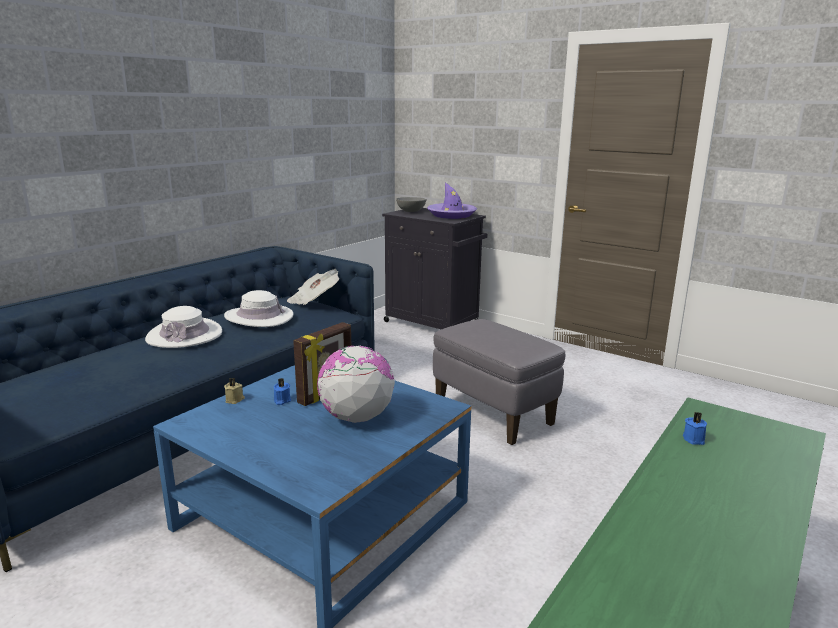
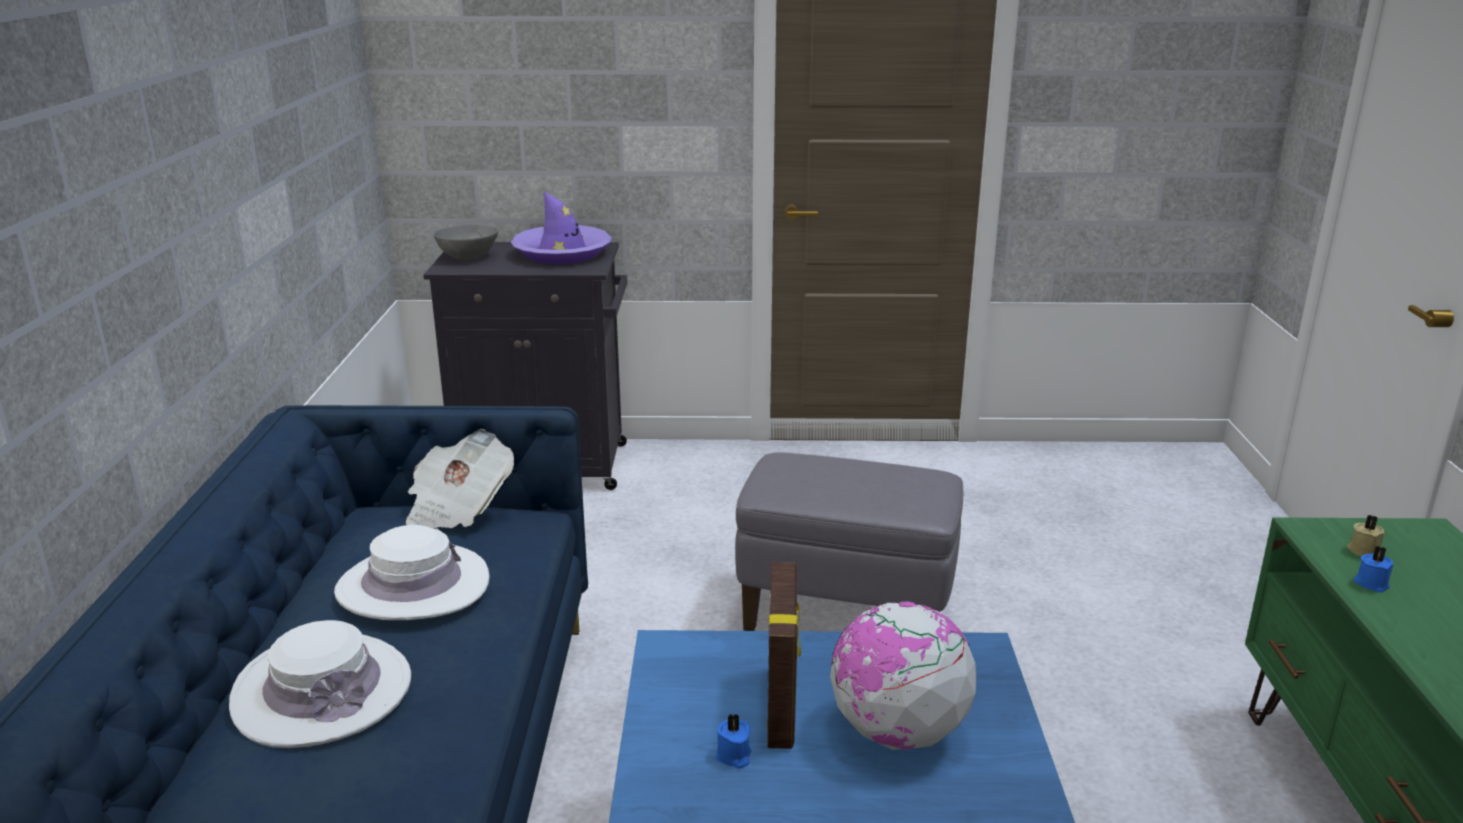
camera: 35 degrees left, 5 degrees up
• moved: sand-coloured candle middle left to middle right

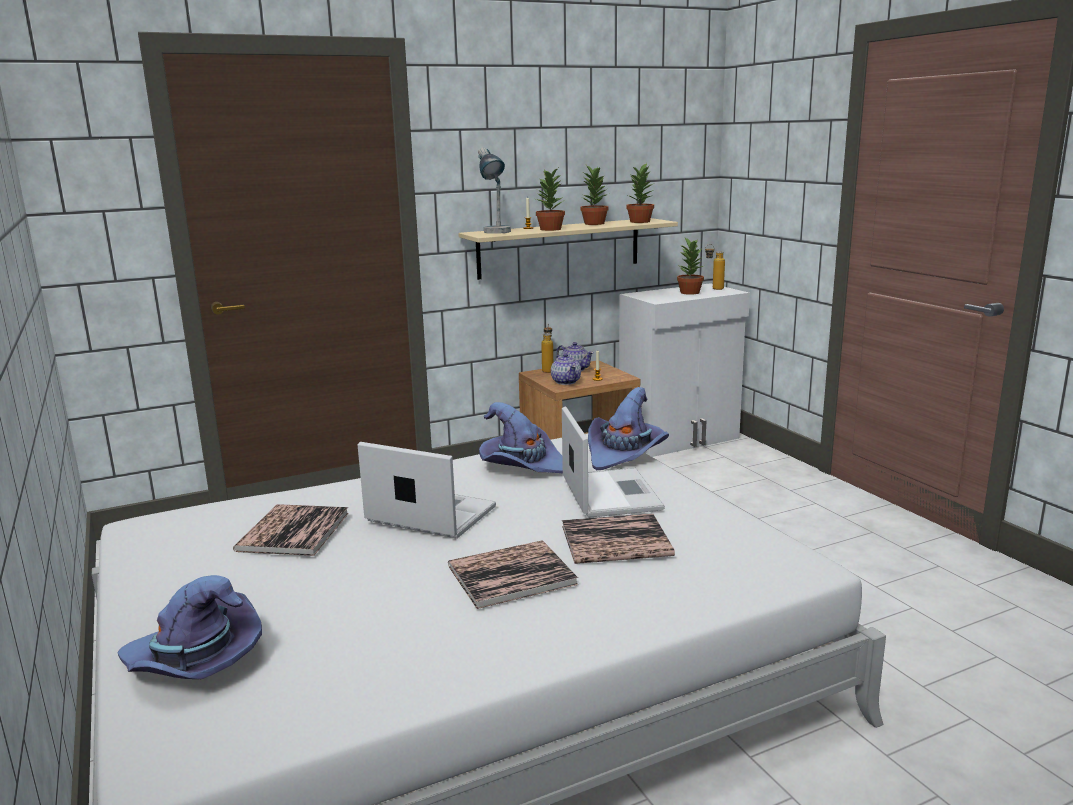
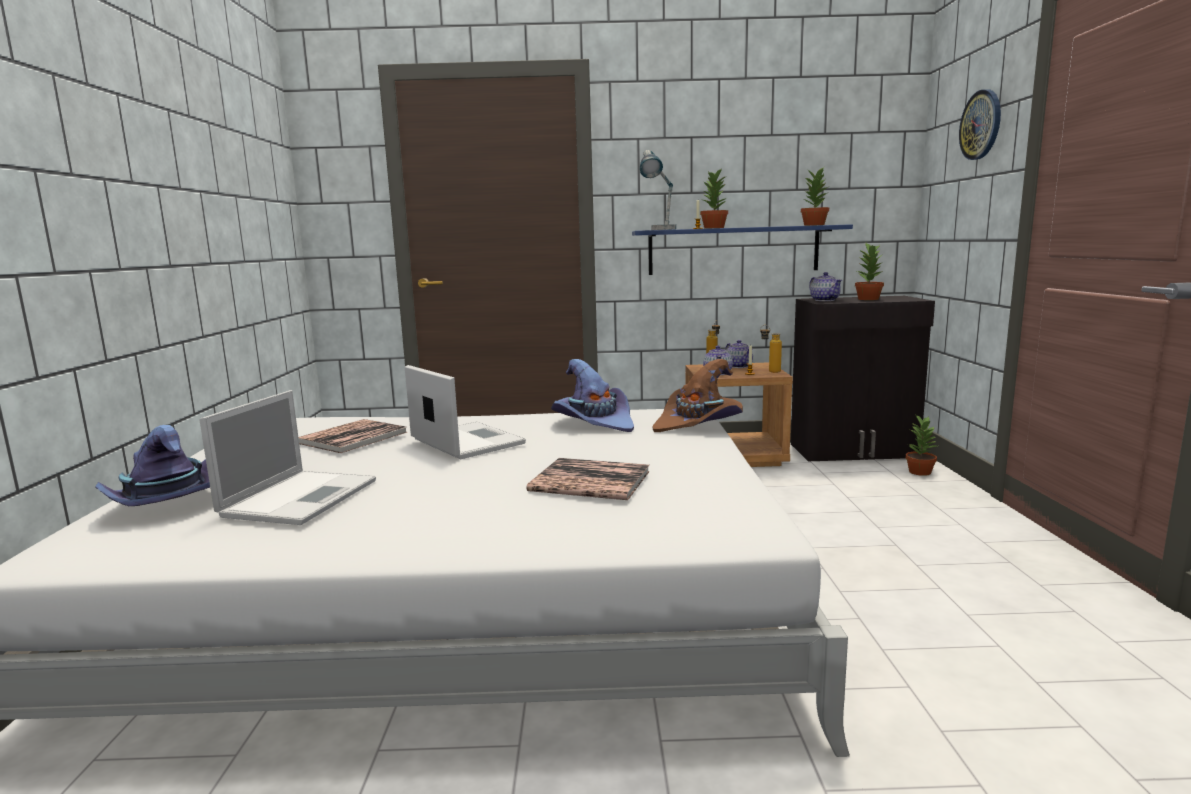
camera: 25 degrees right, 5 degrees down
• removed: volume (2nd from left) bottom centre
• recoloured: sand-coloured bracket shelf top centre to bluish bracket shelf top centre
• moved: laptop (2nd from left in the first image) centre to laptop (1st from left) middle left
• moved: potted plant (2nd from left in the first image) top centre to potted plant (4th from left) middle right
• recoloured: purple-coloured wearable hat (3rd from left) centre to brown wearable hat centre
• recoloured: white cabinet centre to black cabinet middle right
• moved: beverage bottle (2nd from left) top centre to centre
• added: tea pot (3rd from left) middle right
• added: hanging clock top right

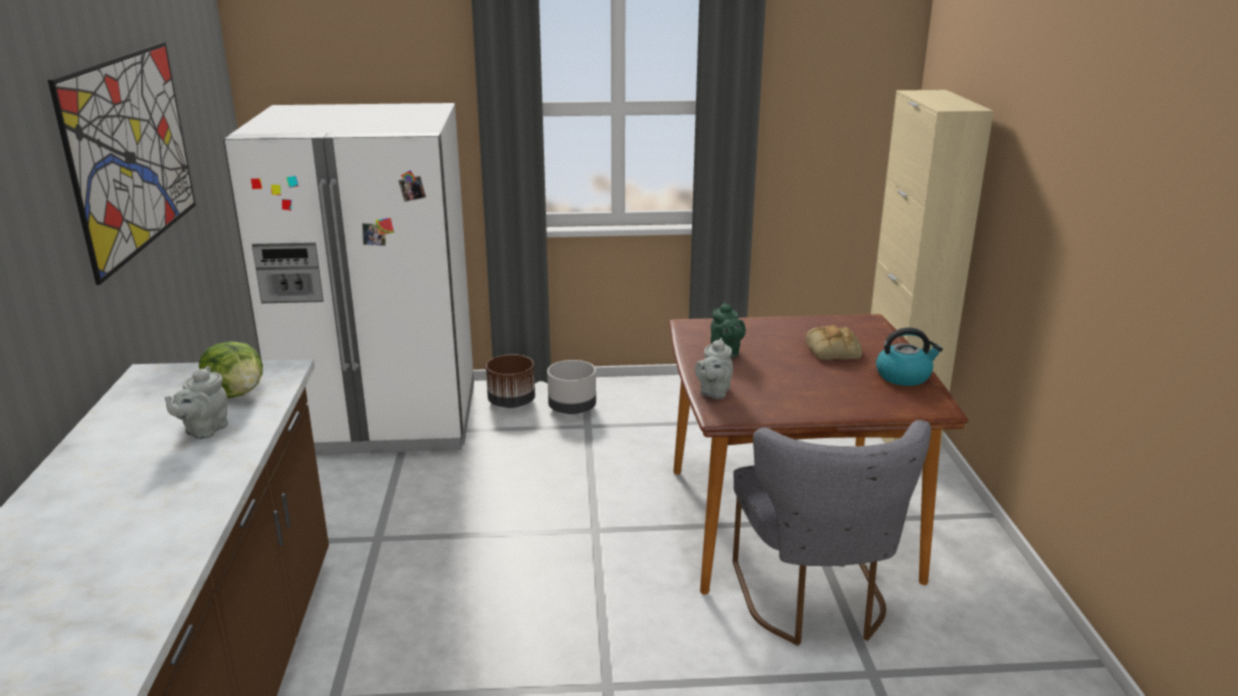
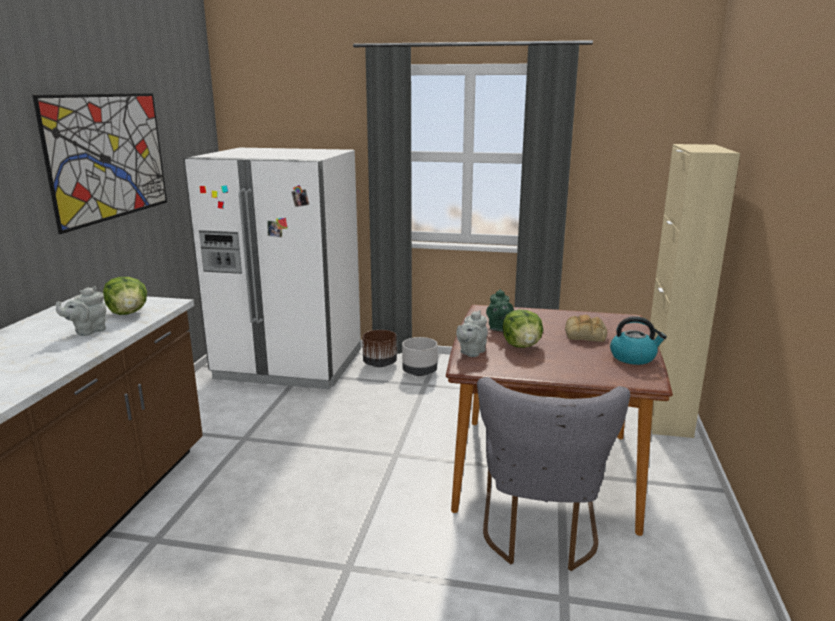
camera: 15 degrees right, 5 degrees down
• added: lettuce head (2nd from left) centre

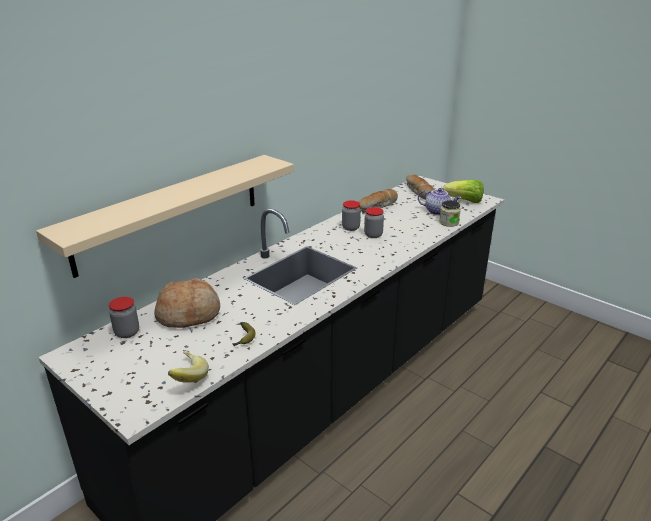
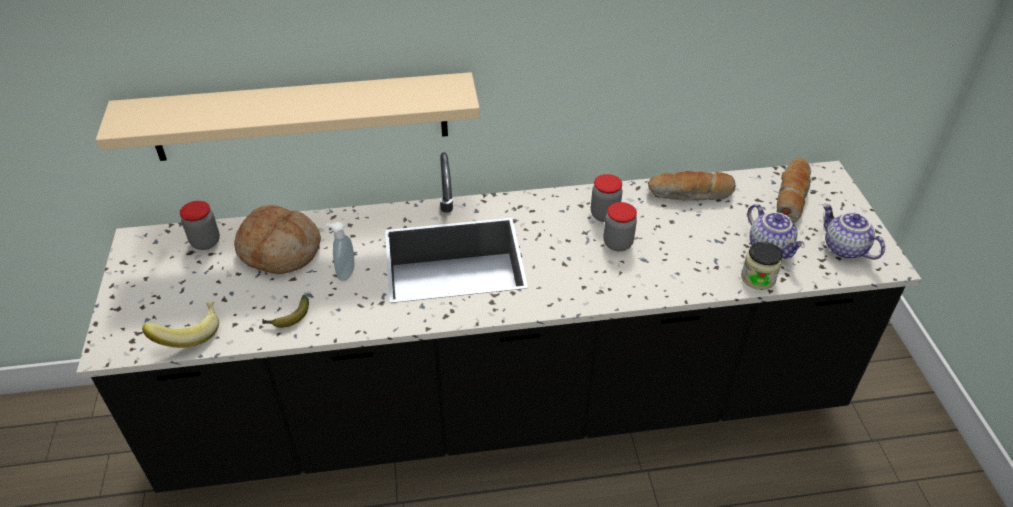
camera: 40 degrees right, 15 degrees up
• replaced: lettuce head middle right to tea pot (2nd from left) middle right
• added: liquid soap bottle centre

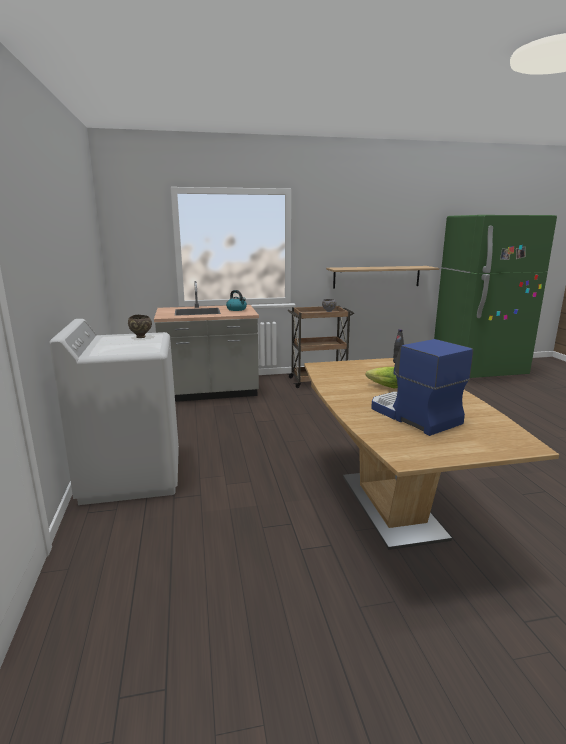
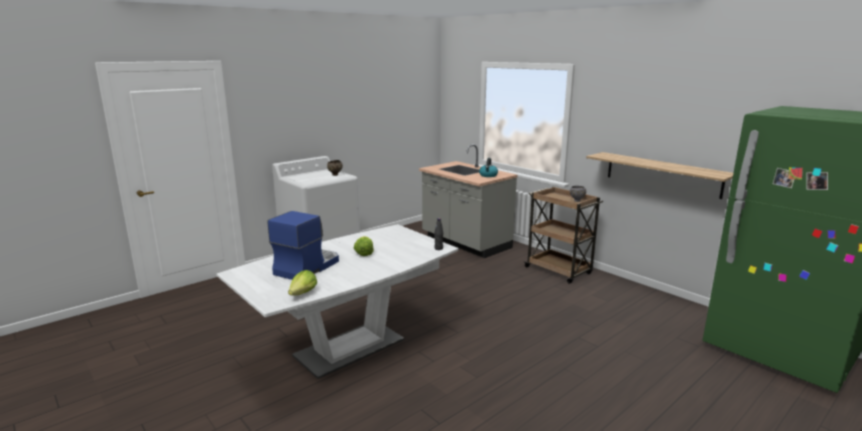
camera: 60 degrees right, 0 degrees up
• recoloured: brown dining table middle right to white dining table bottom centre
• added: lettuce head (1st from left) centre

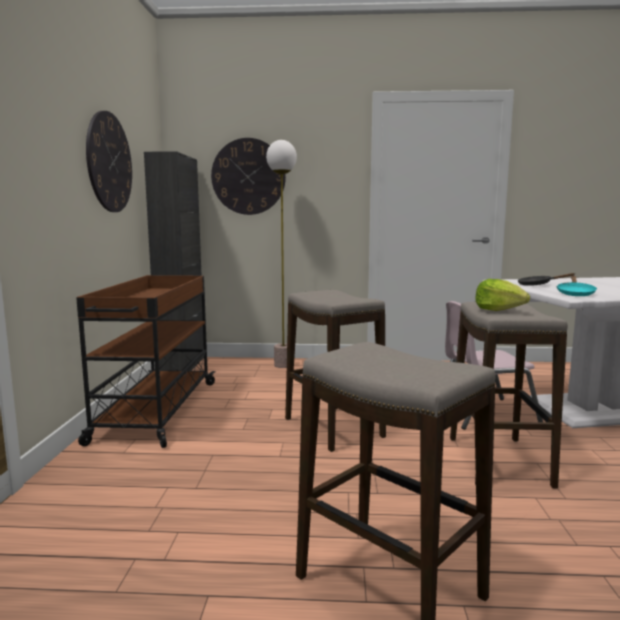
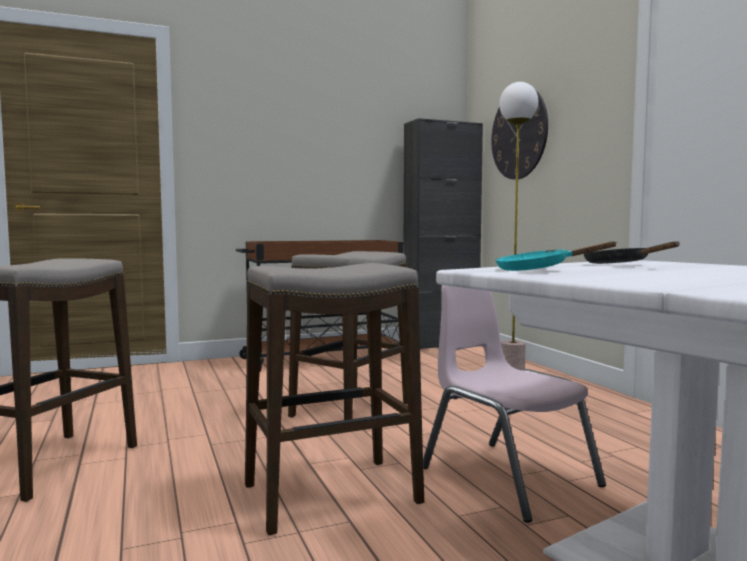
camera: 65 degrees right, 5 degrees down
• removed: hanging clock (1st from left) top left
• removed: lettuce head middle right

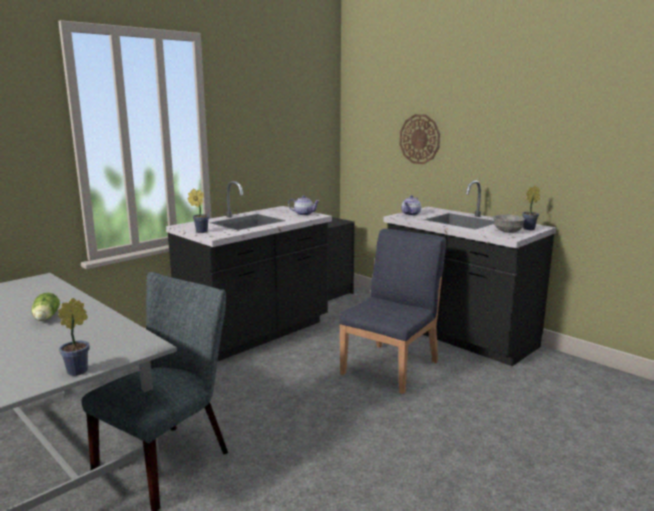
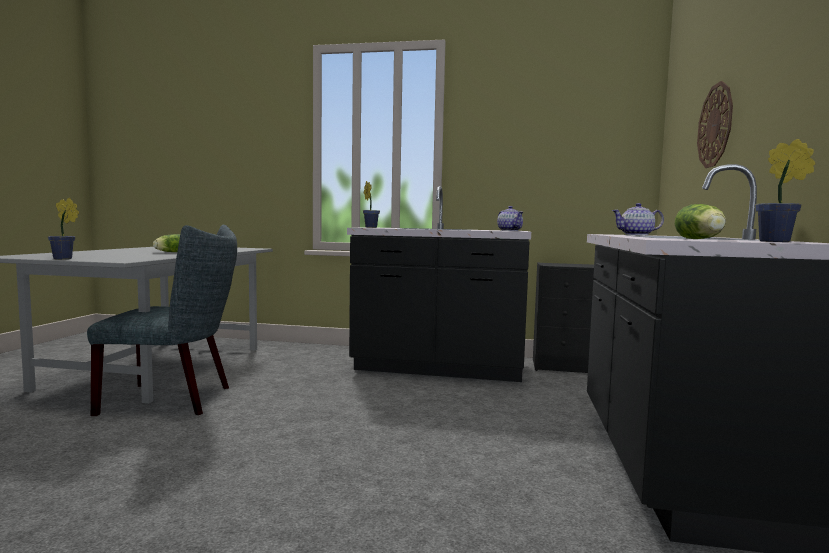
camera: 55 degrees right, 10 degrees down
• removed: bluish plain chair centre
• replaced: gray bowl middle right to lettuce head (2nd from left) middle right

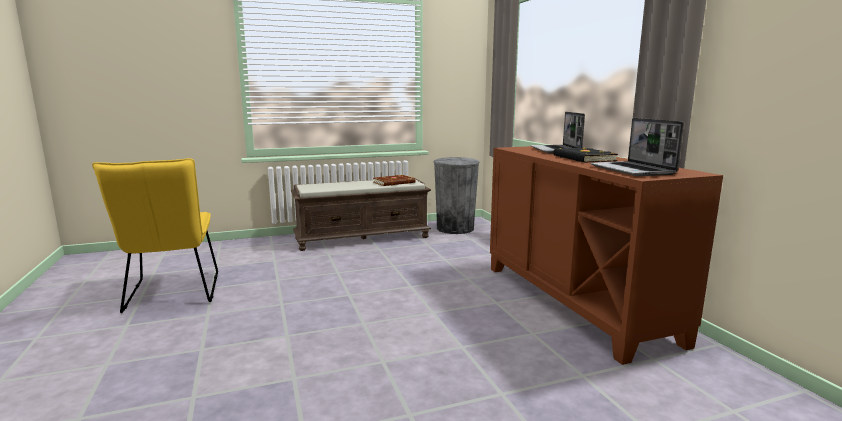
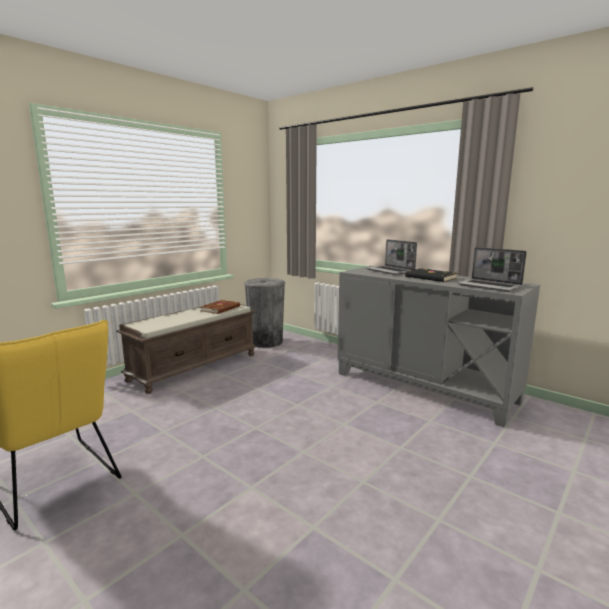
camera: 30 degrees left, 0 degrees up
• recoloured: brown cabinet middle right to gray cabinet middle right

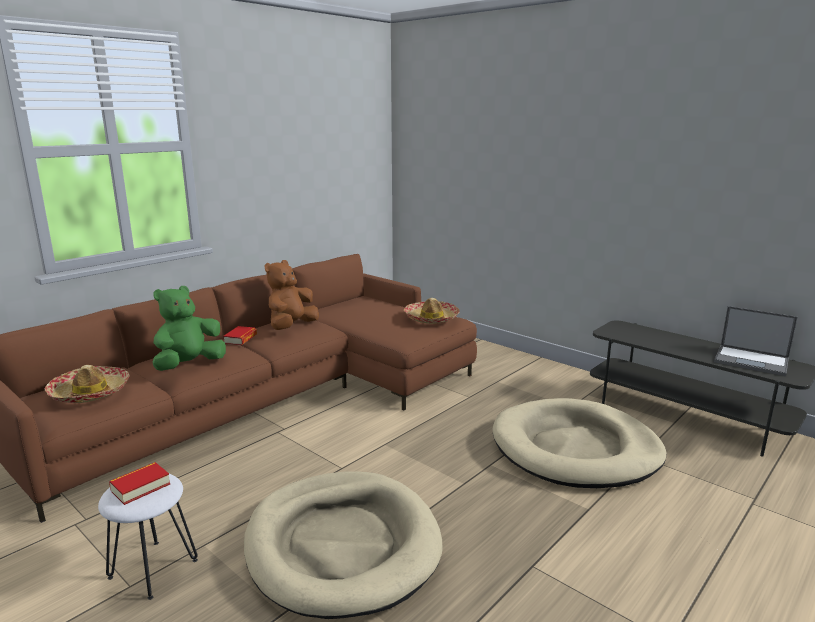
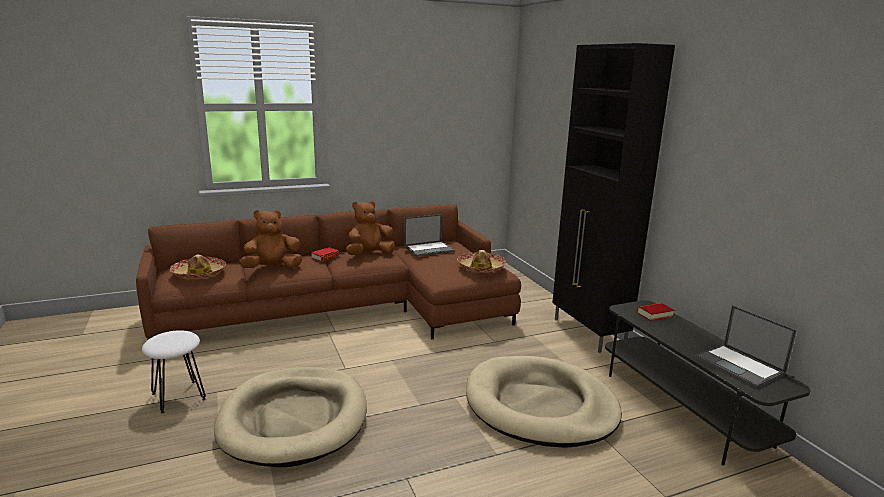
camera: 25 degrees right, 0 degrees up
• moved: volume (1st from left in the first image) bottom left to volume (2nd from left) middle right
• recoloured: green-coloured soft toy middle left to brown soft toy (1st from left) middle left
• added: laptop (1st from left) centre
• added: black cabinet middle right

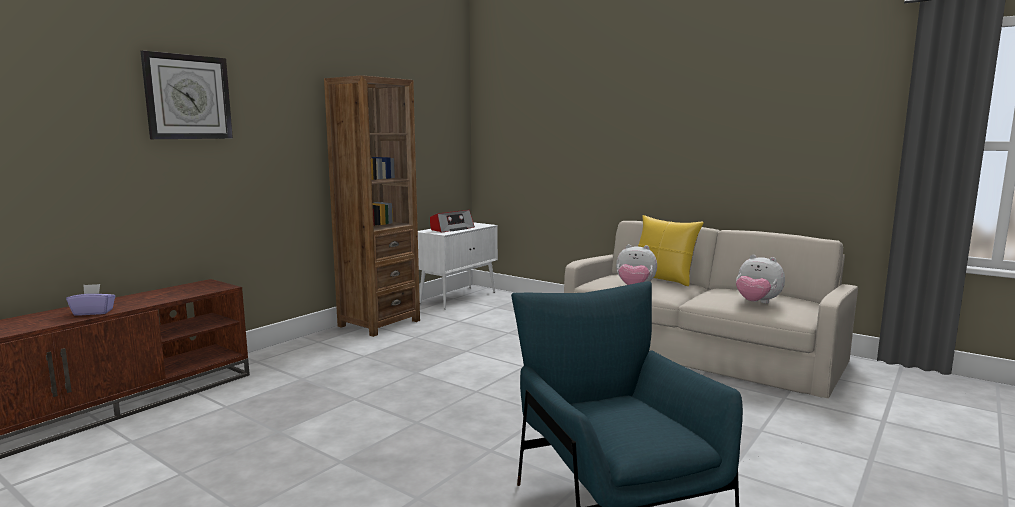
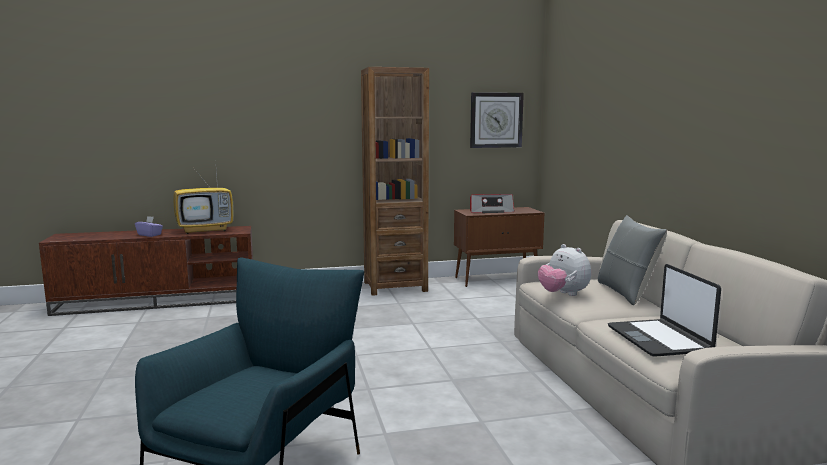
camera: 40 degrees right, 0 degrees up
• moved: hanging clock top left to top centre
• recoloured: white cabinet centre to brown cabinet centre
• recoloured: yellow-coloured pillow centre to gray pillow middle right
• replaced: soft toy (2nd from left) middle right to laptop bottom right
• added: TV set middle left

